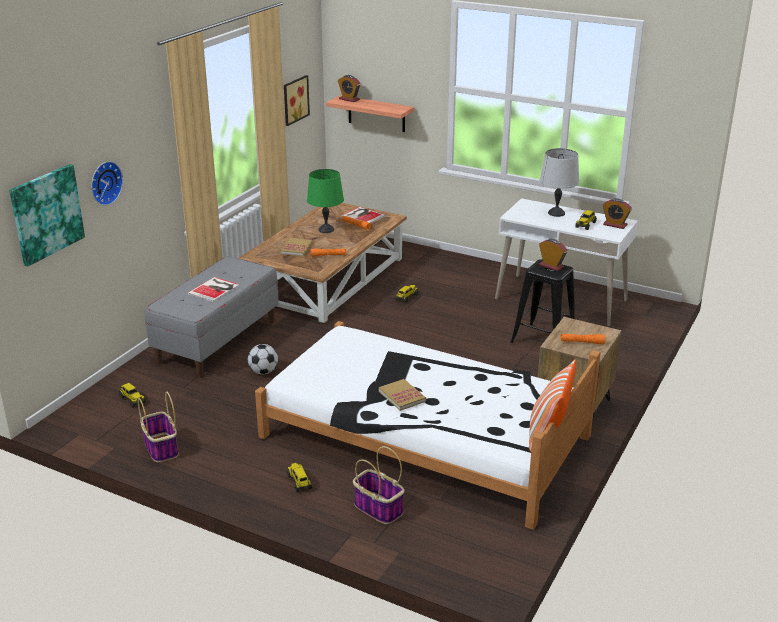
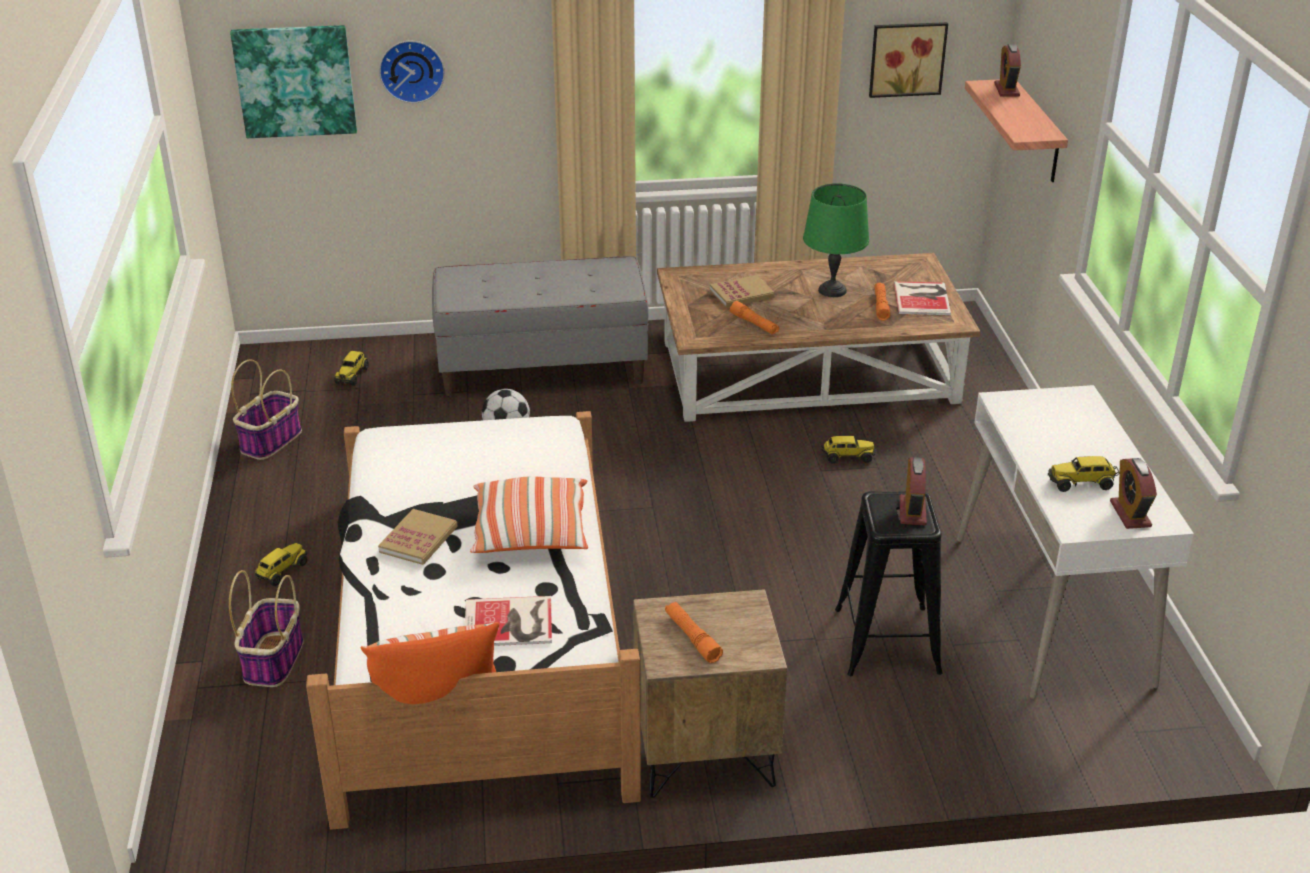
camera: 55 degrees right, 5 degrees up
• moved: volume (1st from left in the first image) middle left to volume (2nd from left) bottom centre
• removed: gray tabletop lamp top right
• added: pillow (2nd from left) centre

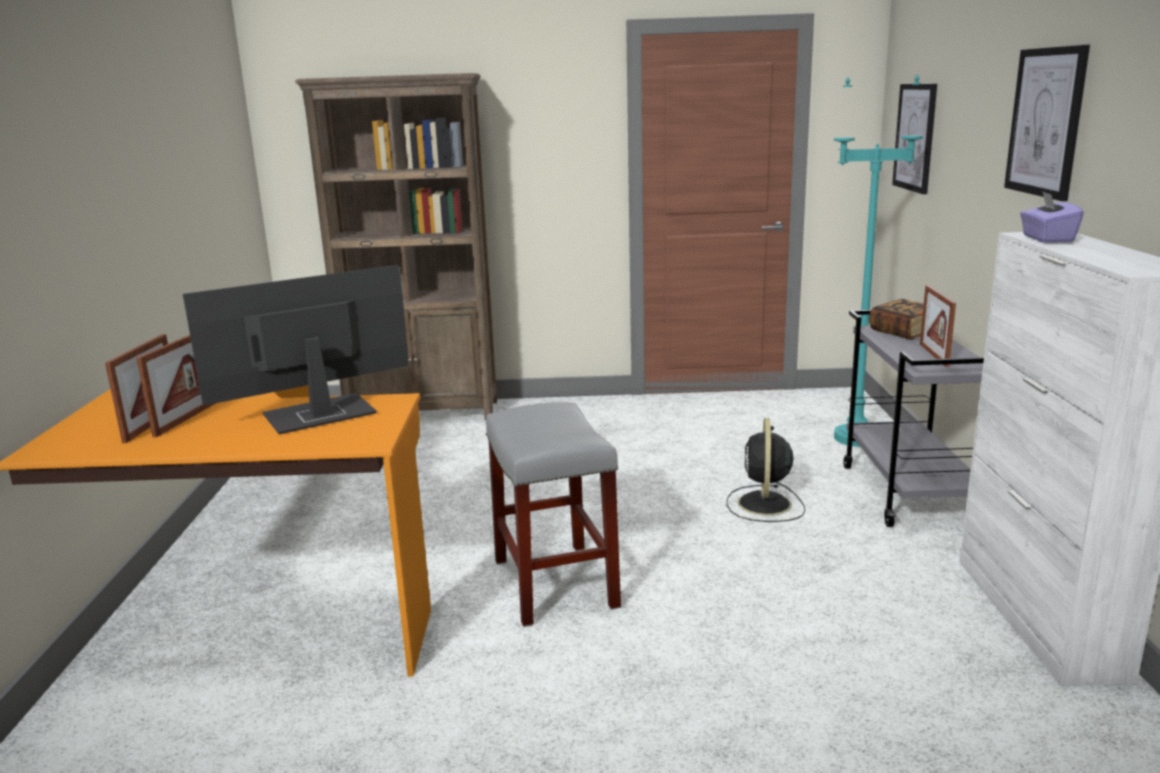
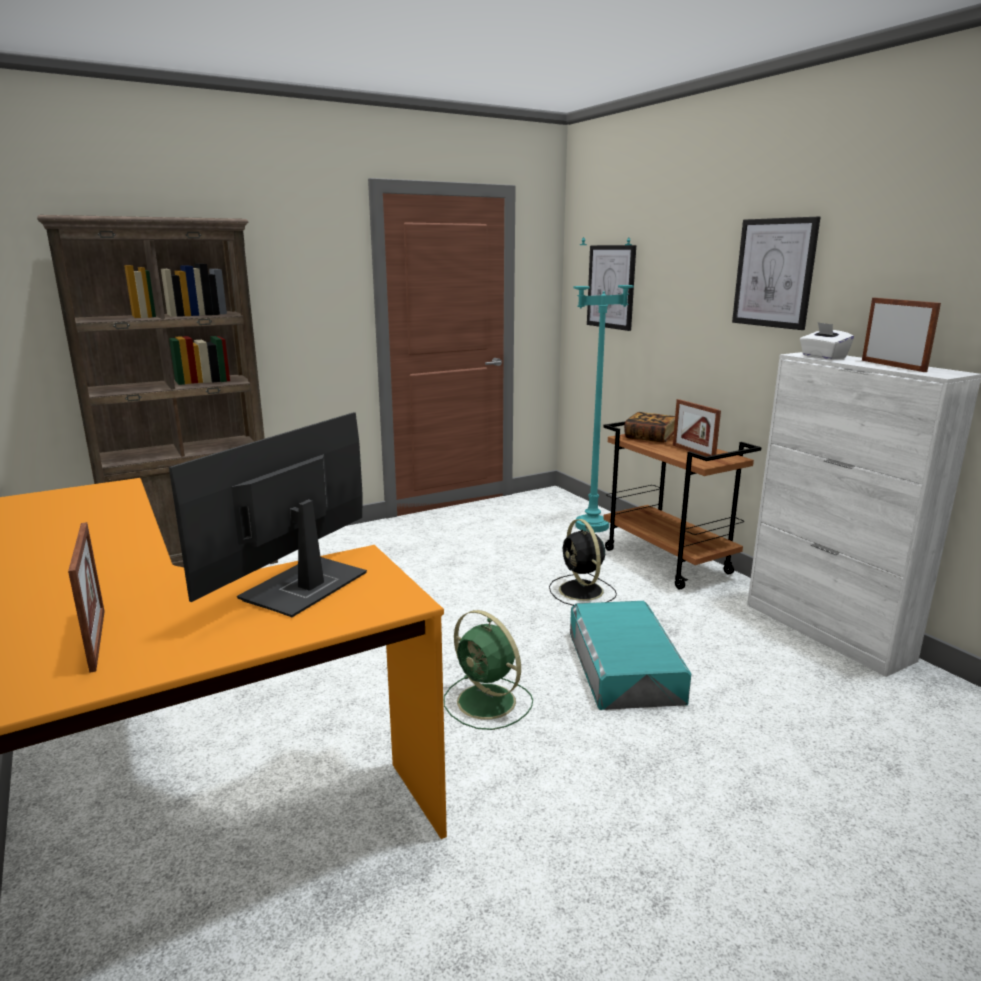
camera: 30 degrees left, 0 degrees up
• moved: standing frame (2nd from left in the first image) middle left to standing frame (3rd from left) middle right
• replaced: gray sitting stool centre to green-coloured fan bottom centre
• recoloured: gray trolley middle right to brown trolley middle right
• recoloured: purple-coloured tissue holder top right to white tissue holder middle right
• added: blue-green storage box bottom centre

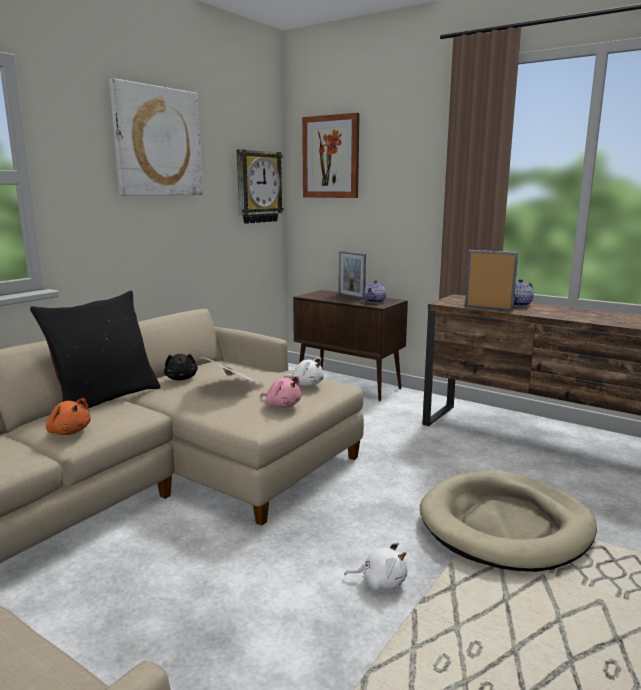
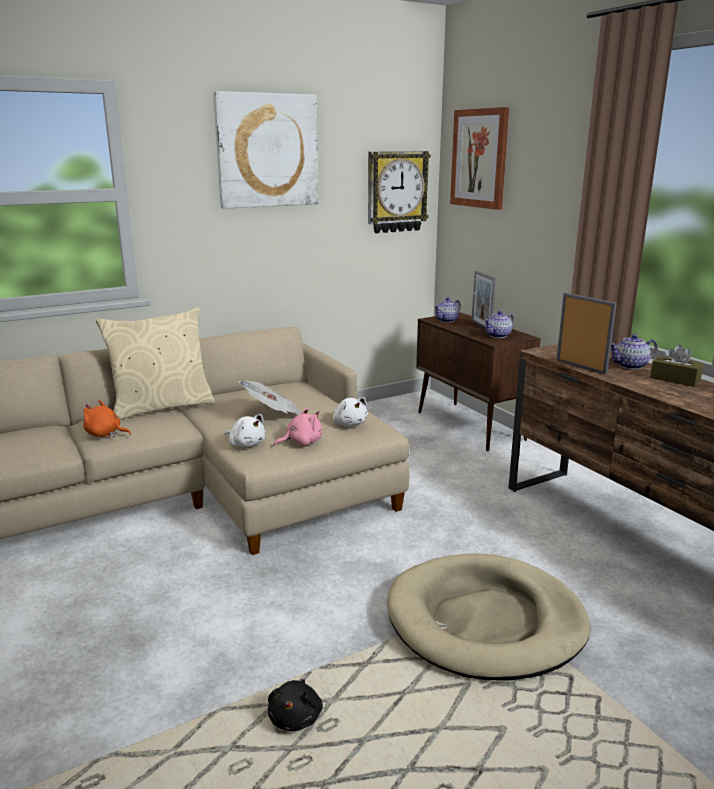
camera: 25 degrees right, 5 degrees up
• recoloured: black pillow middle left to sand-coloured pillow middle left
• turned: orangey soft toy middle left = middle left 135 degrees clockwise
• moved: black soft toy middle left to bottom centre
• turned: pink soft toy centre = centre 90 degrees counterclockwise
• moved: white soft toy (2nd from left in the first image) bottom centre to white soft toy (1st from left) centre
• added: tea pot (1st from left) centre
• added: brown tissue holder middle right

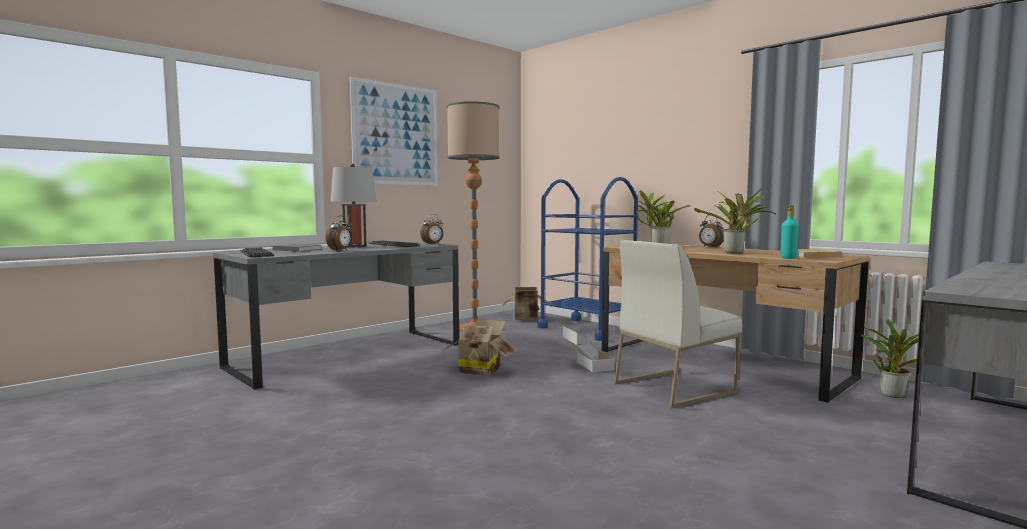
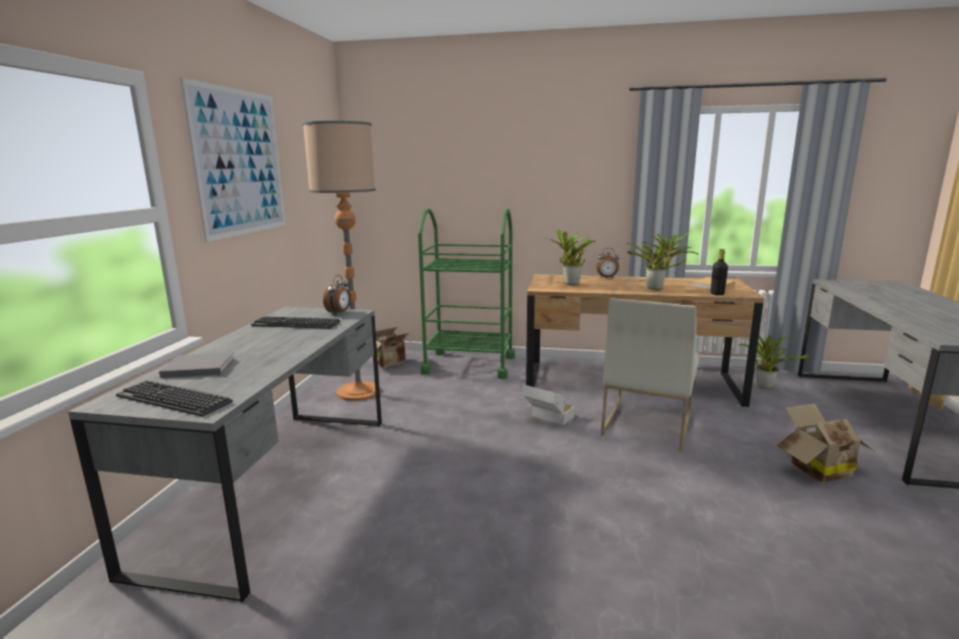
camera: 35 degrees left, 10 degrees up
• removed: table clock (1st from left) middle left
• removed: gray tabletop lamp centre
• moved: carton (1st from left in the first image) centre to carton (3rd from left) bottom right
• recoloured: bluish trolley centre to green-coloured trolley centre
• recoloured: blue-green beverage bottle middle right to black beverage bottle middle right

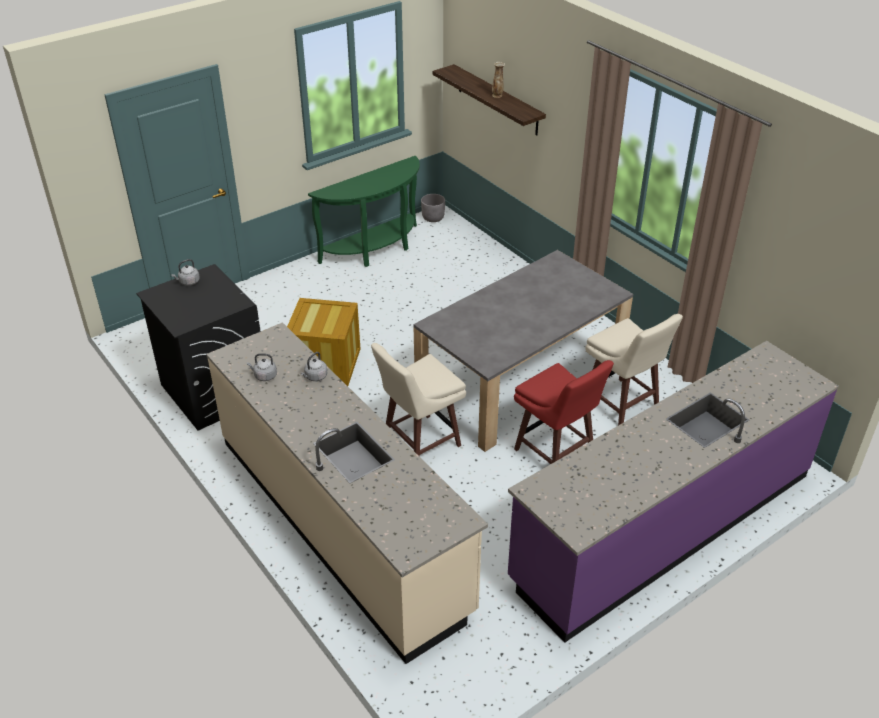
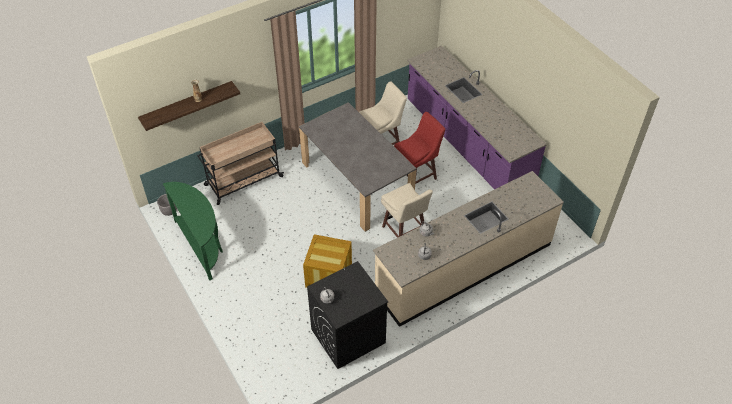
camera: 85 degrees left, 10 degrees up
• added: sand-coloured trolley middle left

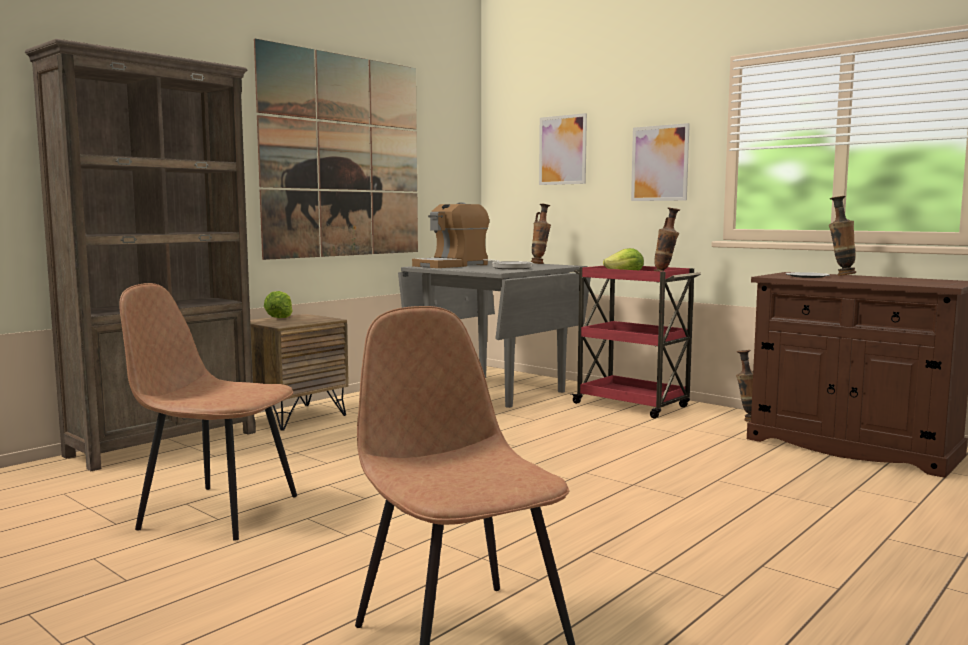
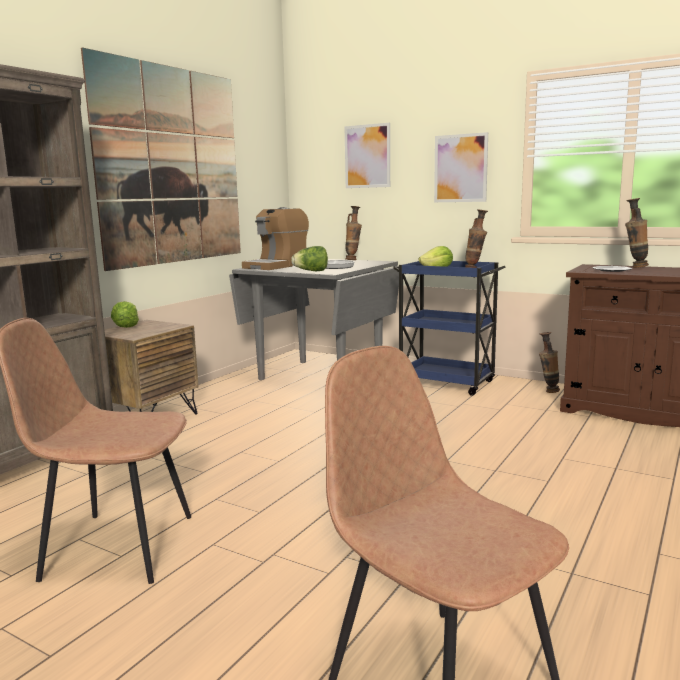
camera: 10 degrees left, 5 degrees up
• recoloured: red-coloured trolley centre to bluish trolley centre
• added: lettuce head (2nd from left) centre

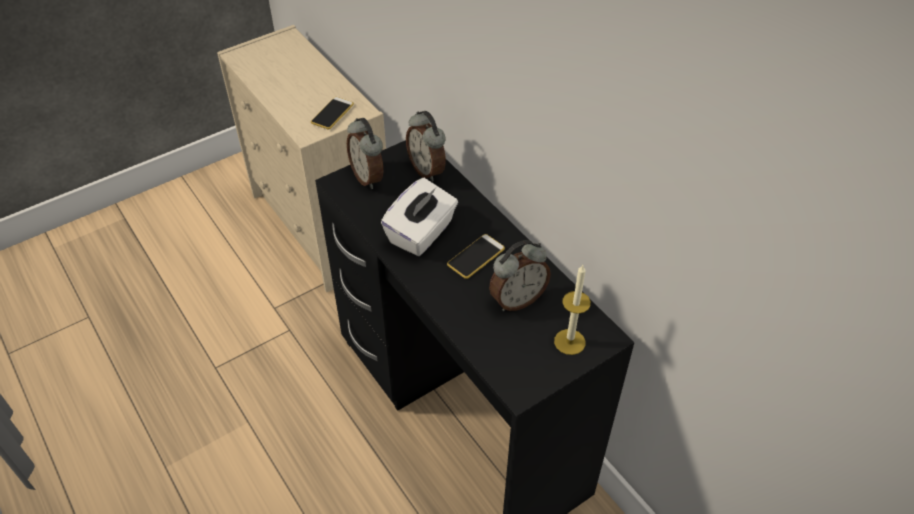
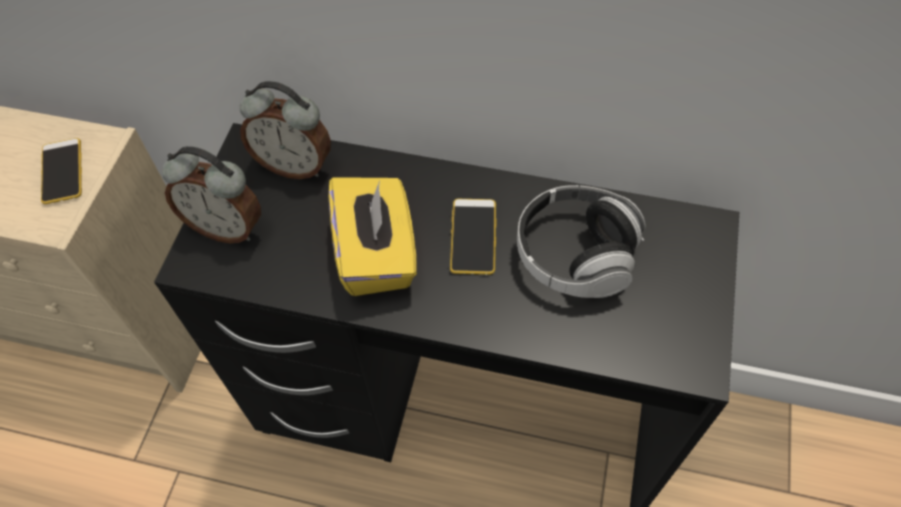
camera: 40 degrees left, 10 degrees up
• recoloured: white tissue holder centre to yellow-coloured tissue holder centre
• replaced: table clock (3rd from left) centre to headphones centre
• removed: candle centre

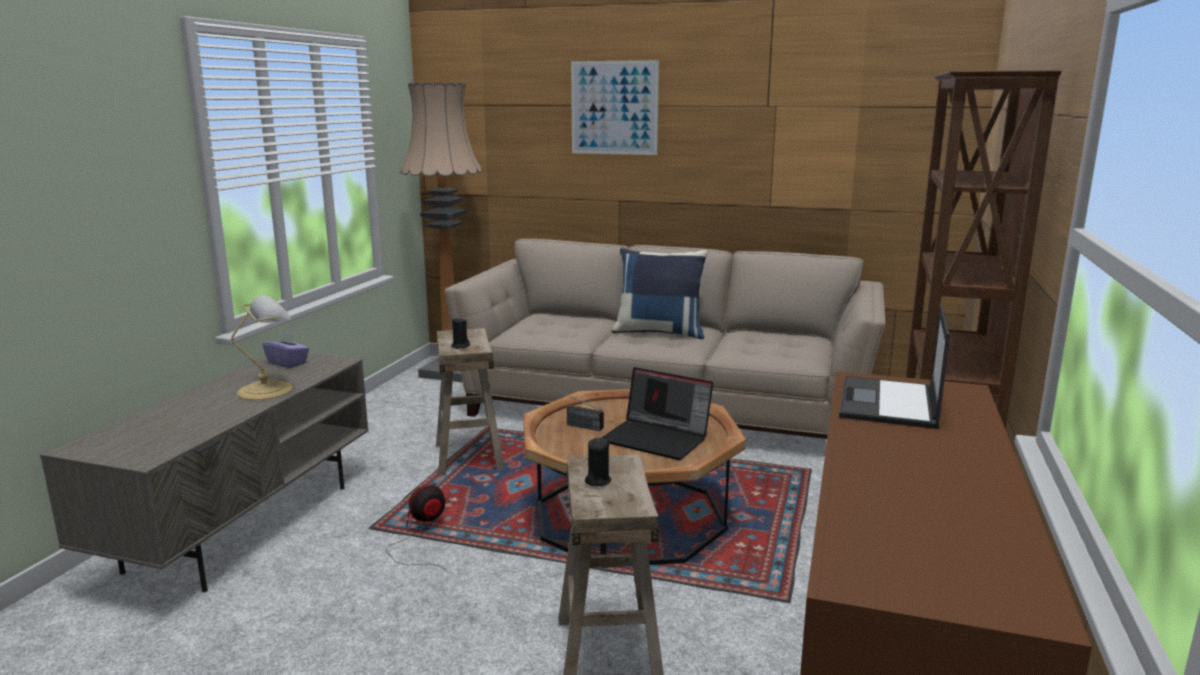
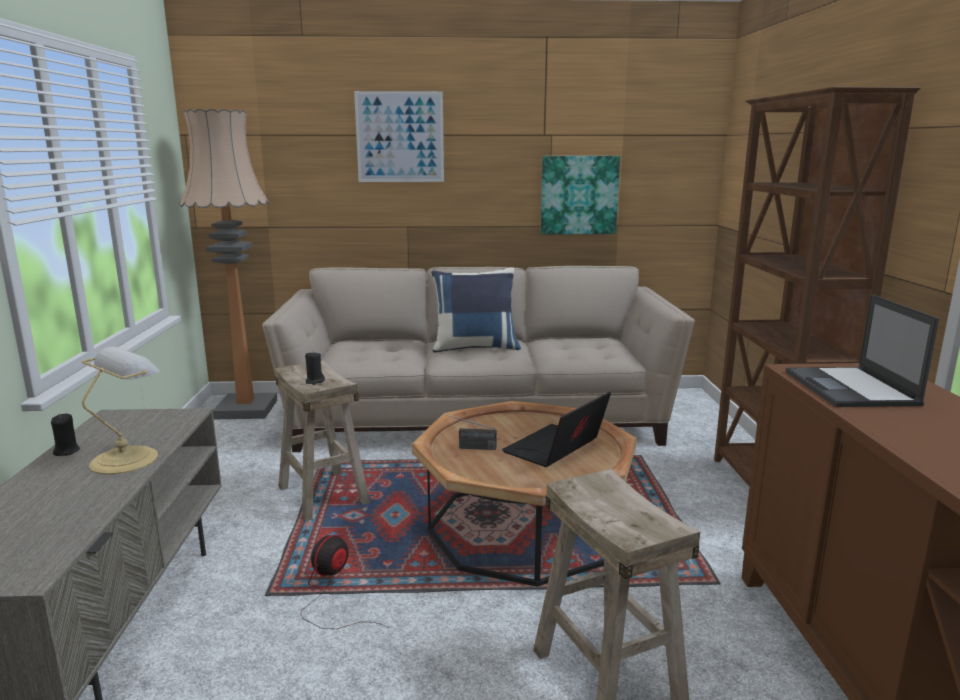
camera: 20 degrees left, 0 degrees up
• removed: purple-coloured tissue holder middle left
• moved: black candle (2nd from left in the first image) bottom centre to black candle (1st from left) middle left
• turned: laptop (1st from left) centre = centre 120 degrees clockwise
• added: wall art (2nd from left) top centre

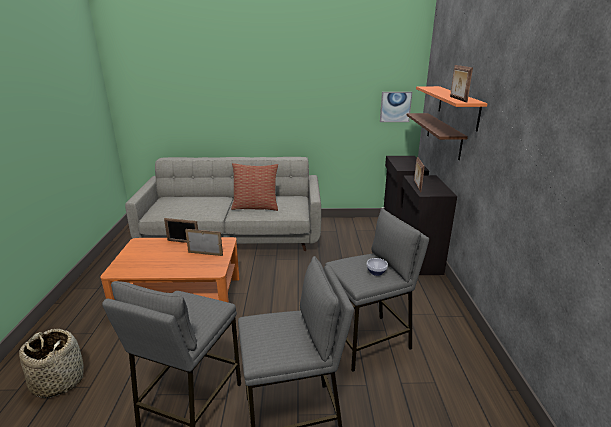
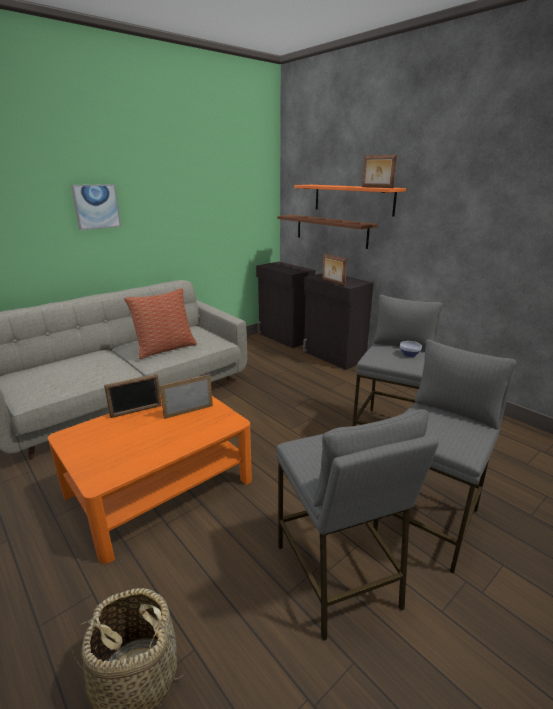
camera: 40 degrees left, 0 degrees up
• moved: wall art top centre to top left

